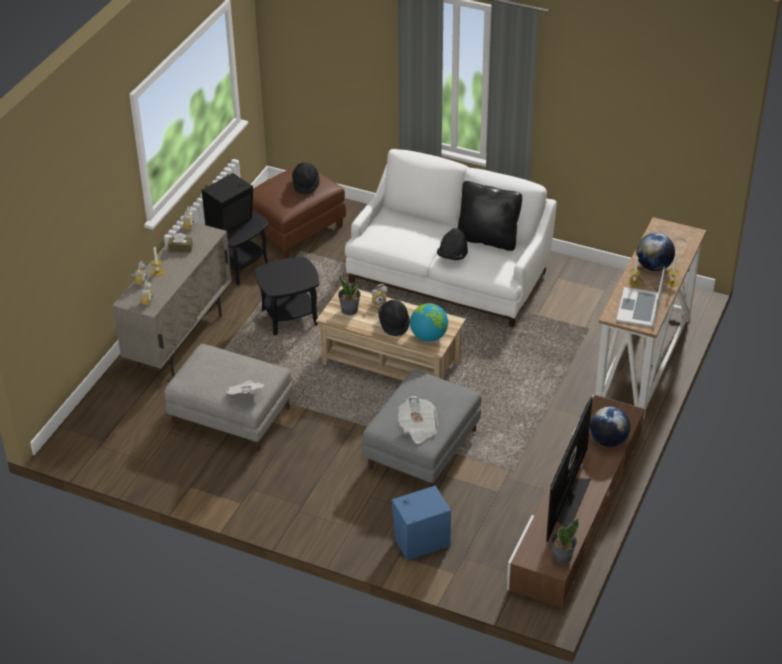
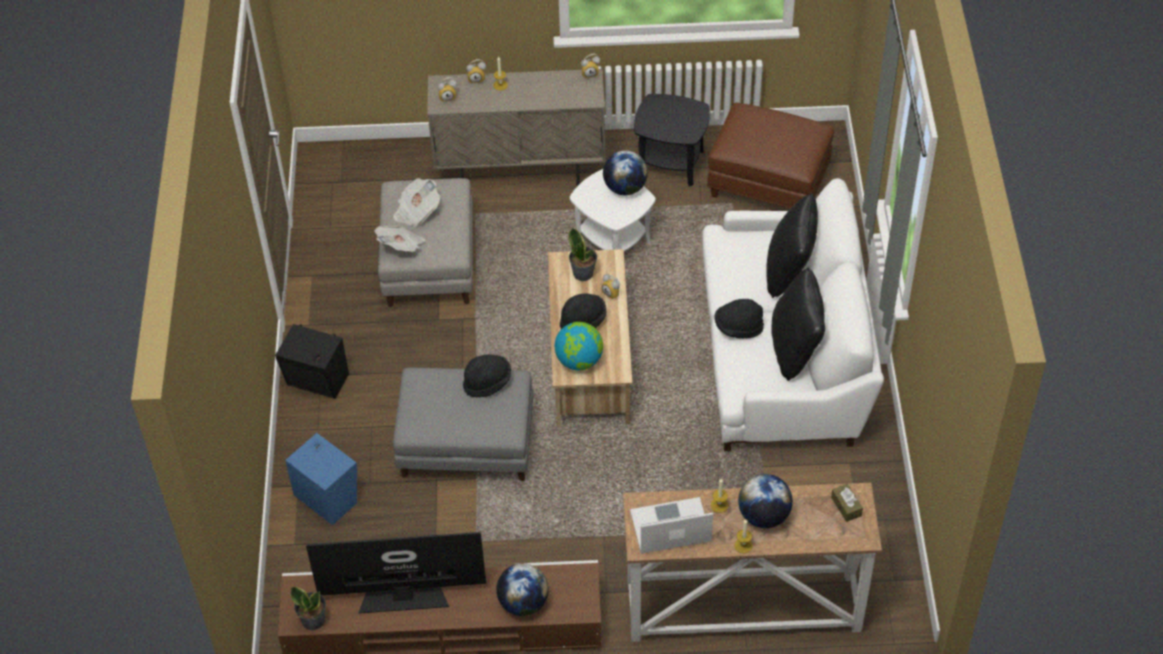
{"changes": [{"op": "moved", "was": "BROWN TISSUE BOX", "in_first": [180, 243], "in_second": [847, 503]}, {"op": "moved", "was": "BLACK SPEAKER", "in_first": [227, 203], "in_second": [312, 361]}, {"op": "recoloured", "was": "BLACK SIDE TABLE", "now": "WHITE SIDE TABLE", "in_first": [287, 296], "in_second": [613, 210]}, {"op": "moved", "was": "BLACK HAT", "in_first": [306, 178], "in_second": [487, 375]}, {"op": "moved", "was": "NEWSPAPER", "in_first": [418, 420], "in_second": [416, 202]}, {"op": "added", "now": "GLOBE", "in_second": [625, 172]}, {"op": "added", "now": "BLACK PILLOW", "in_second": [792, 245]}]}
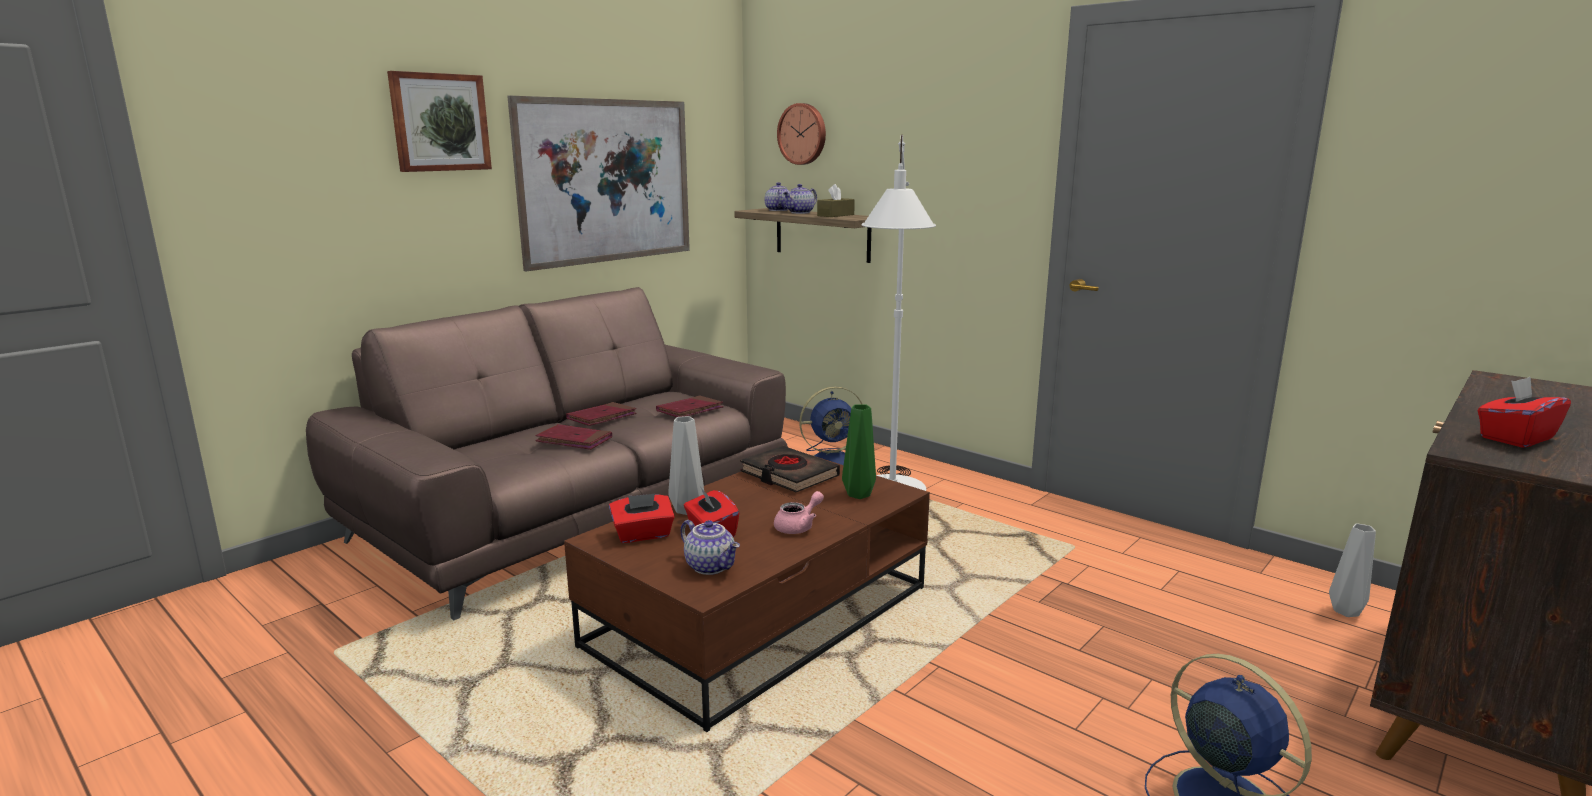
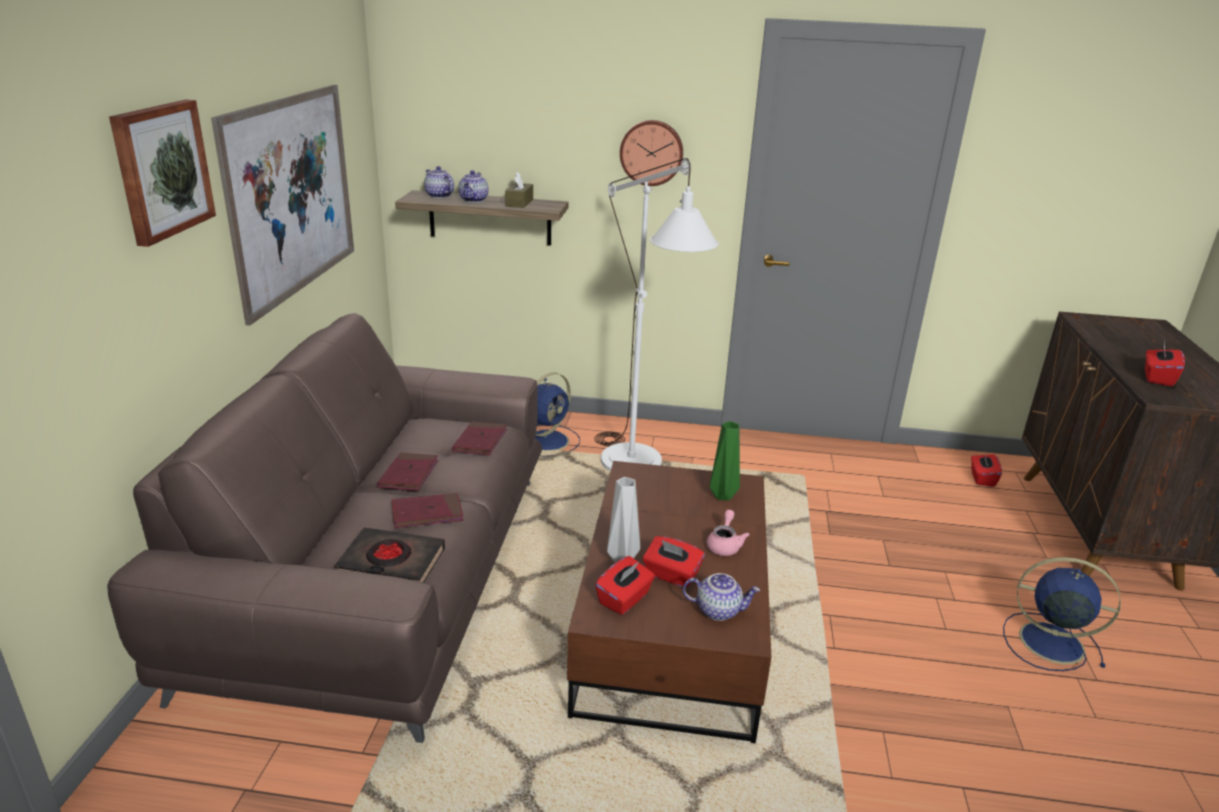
{"changes": [{"op": "moved", "was": "BLACK BOOK", "in_first": [790, 469], "in_second": [389, 555]}, {"op": "moved", "was": "WALL CLOCK", "in_first": [801, 134], "in_second": [651, 153]}, {"op": "replaced", "was": "GREY VASE", "now": "RED TISSUE BOX", "in_first": [1352, 570], "in_second": [986, 469]}]}
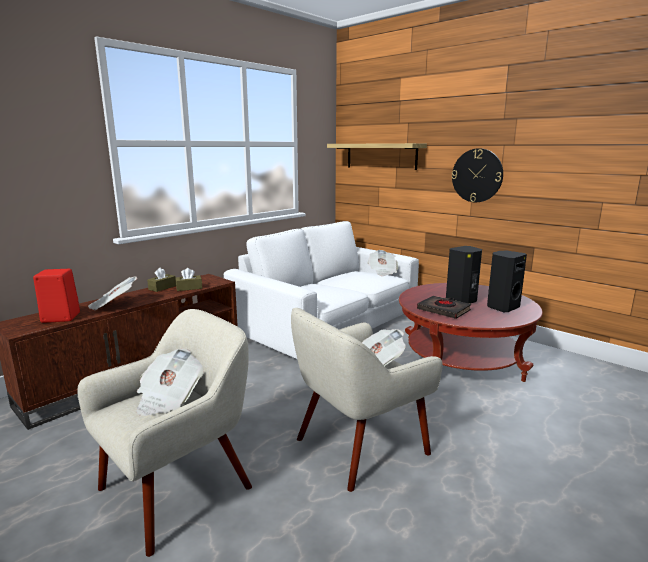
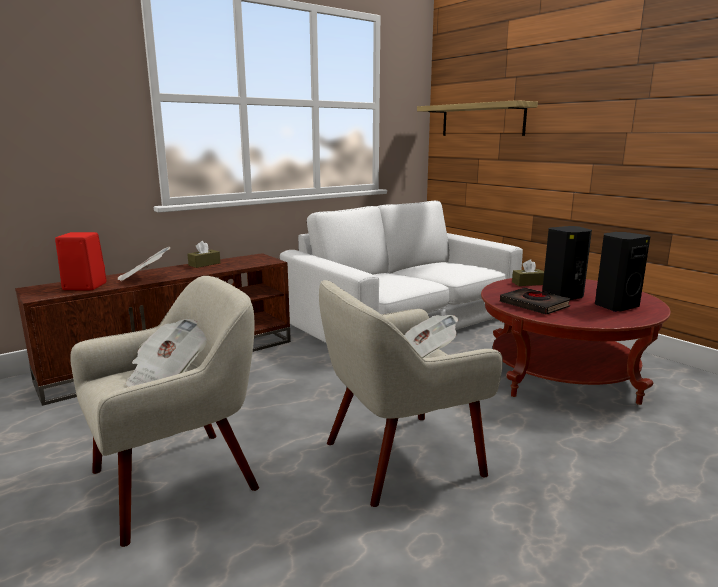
{"changes": [{"op": "moved", "was": "BROWN TISSUE BOX", "in_first": [188, 279], "in_second": [528, 272]}, {"op": "removed", "was": "NEWSPAPER", "in_first": [382, 263]}, {"op": "removed", "was": "WALL CLOCK", "in_first": [477, 175]}]}
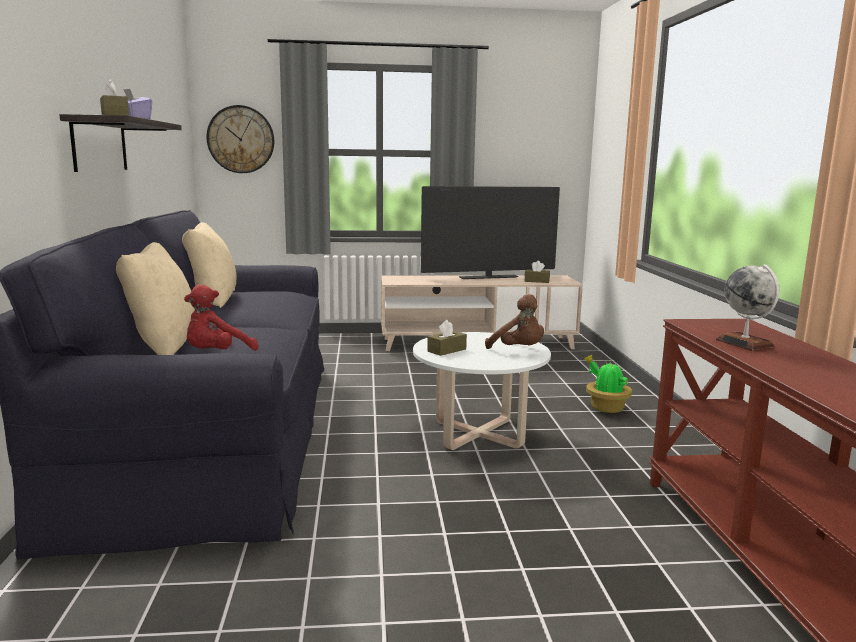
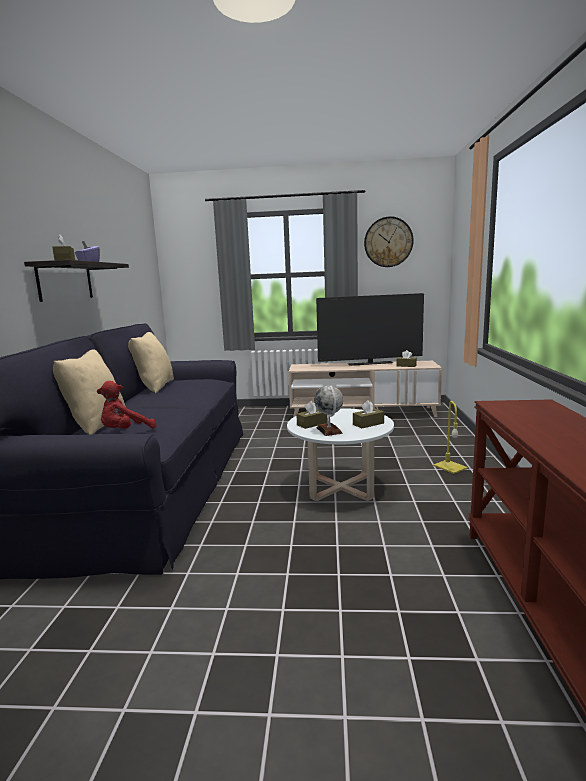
{"changes": [{"op": "moved", "was": "WALL CLOCK", "in_first": [240, 139], "in_second": [389, 241]}, {"op": "replaced", "was": "BROWN PLUSH TOY", "now": "BROWN TISSUE BOX", "in_first": [514, 321], "in_second": [368, 414]}, {"op": "replaced", "was": "POTTED PLANT", "now": "YELLOW TABLE LAMP", "in_first": [607, 384], "in_second": [450, 437]}, {"op": "moved", "was": "GLOBE", "in_first": [748, 307], "in_second": [328, 410]}]}
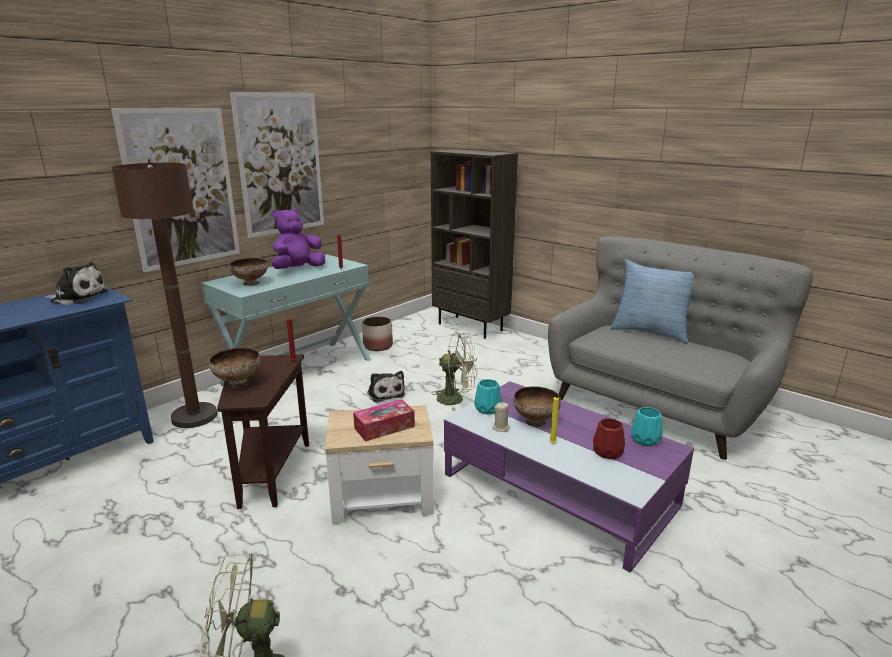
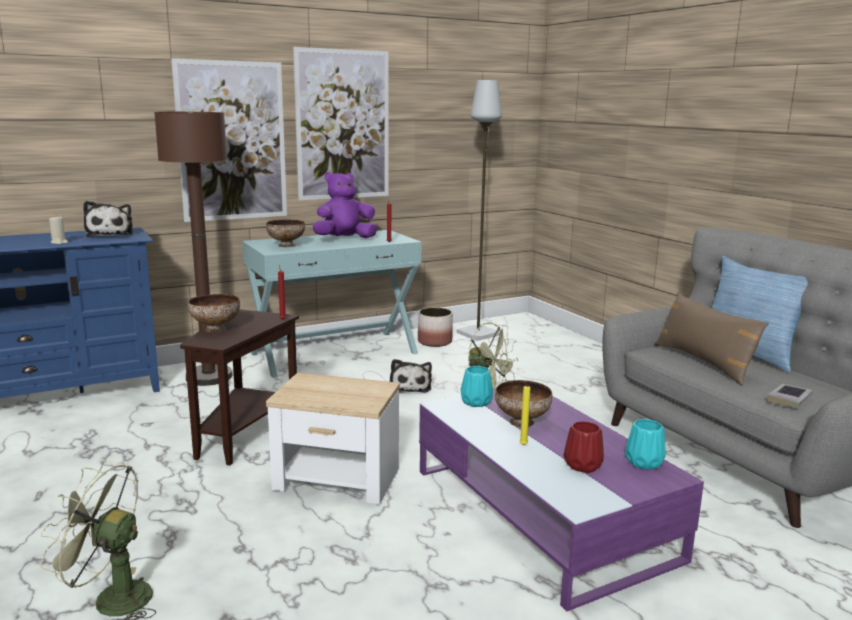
{"changes": [{"op": "turned", "was": "PLUSH TOY", "in_first": [76, 283], "in_second": [108, 219], "clockwise": 45}, {"op": "removed", "was": "TISSUE BOX", "in_first": [384, 420]}, {"op": "removed", "was": "BROWN BOOKCASE", "in_first": [474, 244]}, {"op": "moved", "was": "BEIGE CANDLE", "in_first": [501, 417], "in_second": [58, 230]}, {"op": "added", "now": "GREY FLOOR LAMP", "in_second": [479, 210]}, {"op": "added", "now": "BROWN PILLOW", "in_second": [712, 338]}, {"op": "added", "now": "BOOK", "in_second": [790, 396]}]}
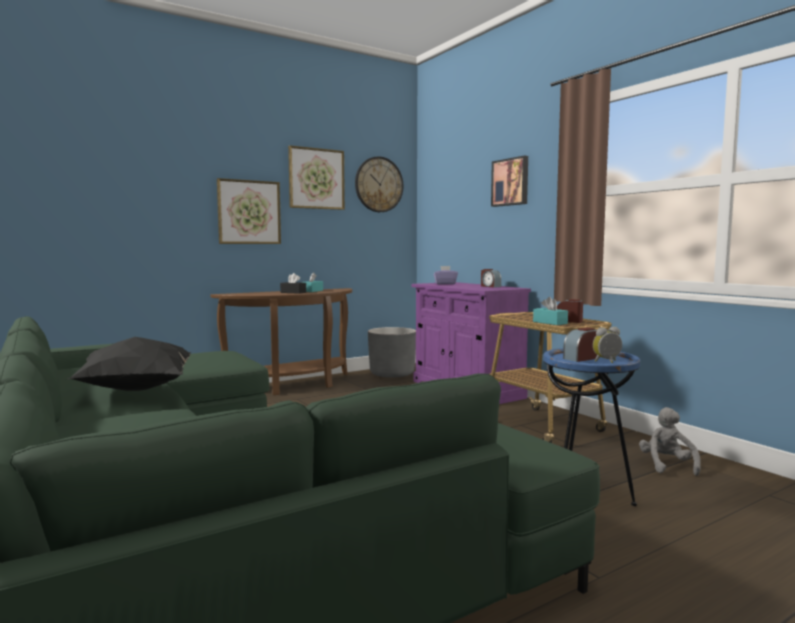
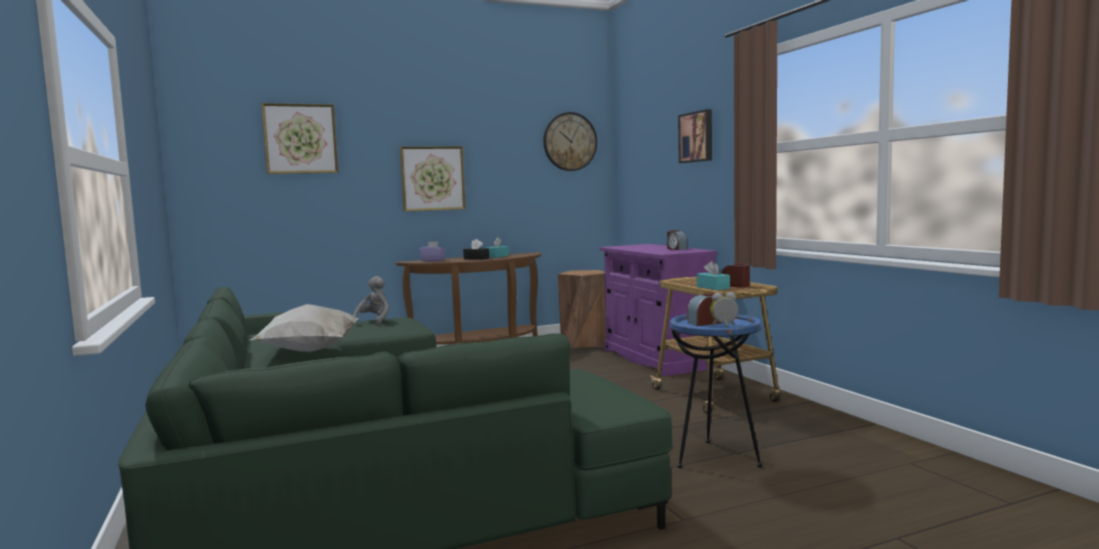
{"changes": [{"op": "recoloured", "was": "BLACK PILLOW", "now": "WHITE PILLOW", "in_first": [129, 364], "in_second": [304, 328]}, {"op": "moved", "was": "PICTURE", "in_first": [316, 177], "in_second": [300, 138]}, {"op": "replaced", "was": "GREY PLANTER", "now": "BROWN STOOL", "in_first": [392, 352], "in_second": [582, 309]}, {"op": "moved", "was": "PURPLE TISSUE BOX", "in_first": [446, 275], "in_second": [432, 251]}, {"op": "moved", "was": "GREY PLUSH TOY", "in_first": [670, 441], "in_second": [371, 301]}]}
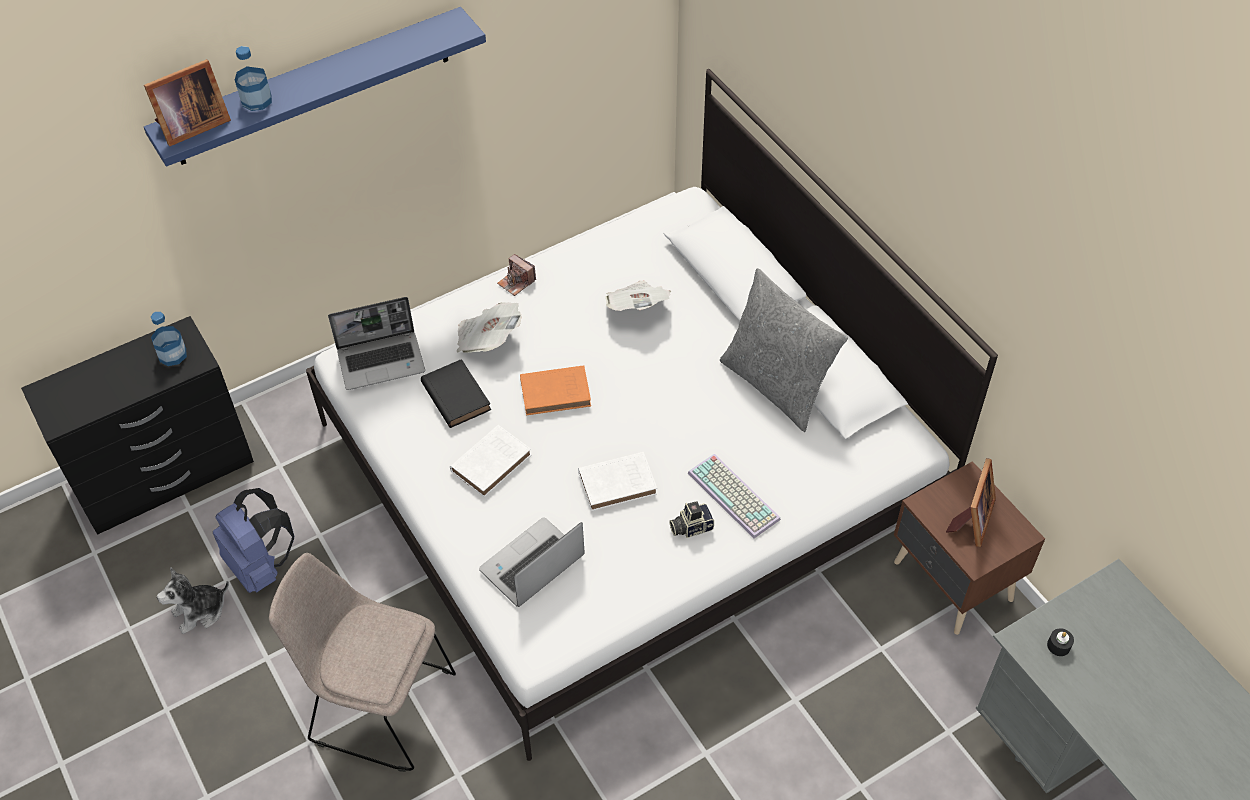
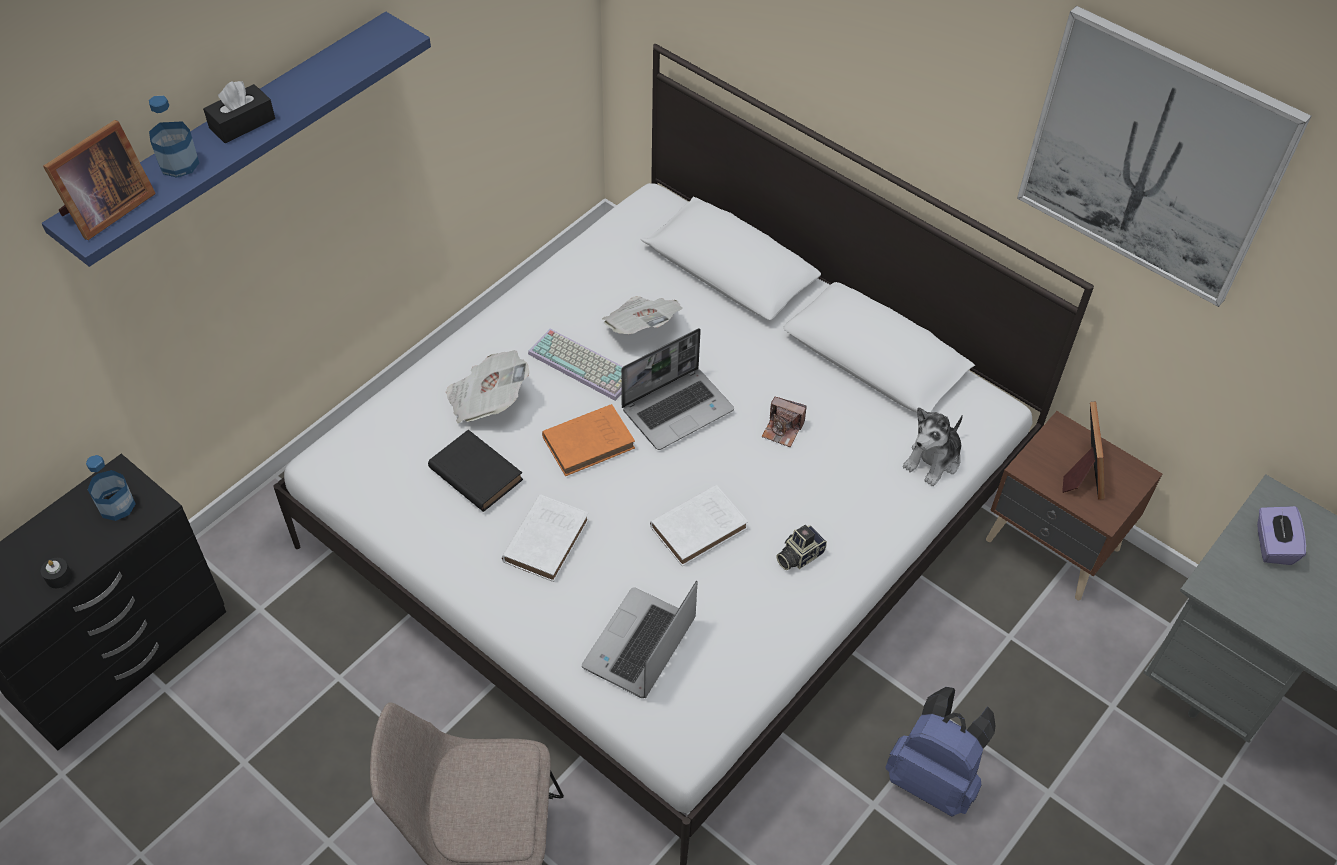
{"changes": [{"op": "moved", "was": "PLUSH TOY", "in_first": [193, 600], "in_second": [933, 446]}, {"op": "moved", "was": "BLUE BACKPACK", "in_first": [253, 540], "in_second": [940, 751]}, {"op": "moved", "was": "LAPTOP", "in_first": [376, 343], "in_second": [677, 389]}, {"op": "moved", "was": "PHOTO CAMERA", "in_first": [516, 275], "in_second": [784, 422]}, {"op": "moved", "was": "KEYBOARD", "in_first": [734, 496], "in_second": [575, 365]}, {"op": "removed", "was": "GREY PILLOW", "in_first": [784, 350]}, {"op": "moved", "was": "BLACK CANDLE", "in_first": [1060, 642], "in_second": [56, 573]}, {"op": "added", "now": "BLACK TISSUE BOX", "in_second": [239, 112]}, {"op": "added", "now": "PICTURE", "in_second": [1164, 156]}, {"op": "added", "now": "PURPLE TISSUE BOX", "in_second": [1281, 535]}]}
